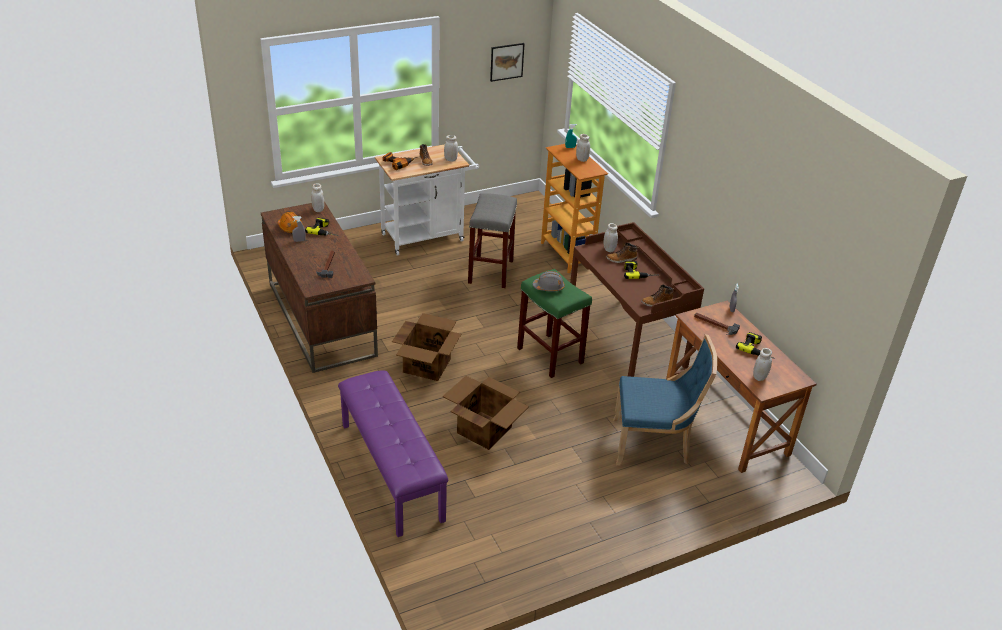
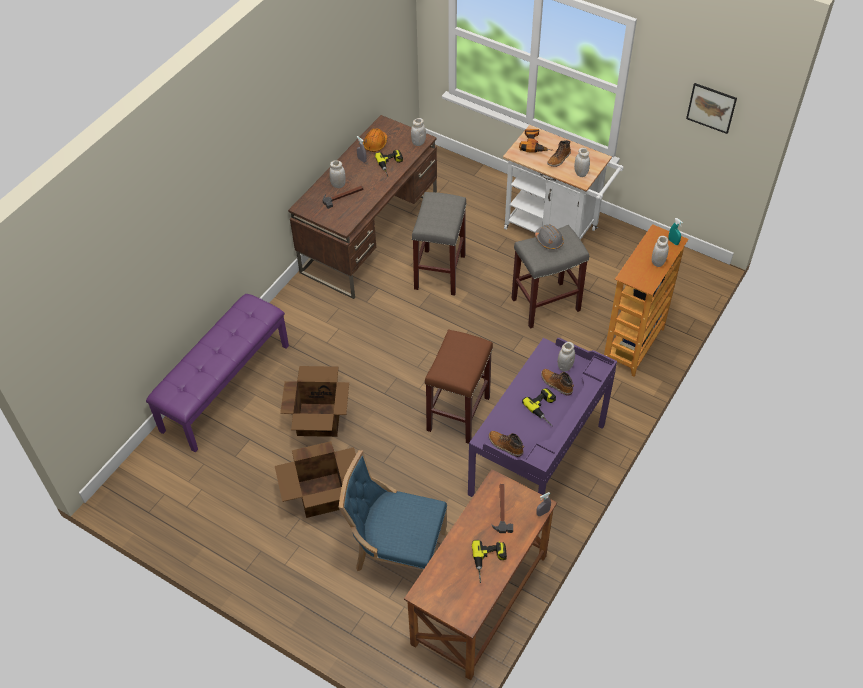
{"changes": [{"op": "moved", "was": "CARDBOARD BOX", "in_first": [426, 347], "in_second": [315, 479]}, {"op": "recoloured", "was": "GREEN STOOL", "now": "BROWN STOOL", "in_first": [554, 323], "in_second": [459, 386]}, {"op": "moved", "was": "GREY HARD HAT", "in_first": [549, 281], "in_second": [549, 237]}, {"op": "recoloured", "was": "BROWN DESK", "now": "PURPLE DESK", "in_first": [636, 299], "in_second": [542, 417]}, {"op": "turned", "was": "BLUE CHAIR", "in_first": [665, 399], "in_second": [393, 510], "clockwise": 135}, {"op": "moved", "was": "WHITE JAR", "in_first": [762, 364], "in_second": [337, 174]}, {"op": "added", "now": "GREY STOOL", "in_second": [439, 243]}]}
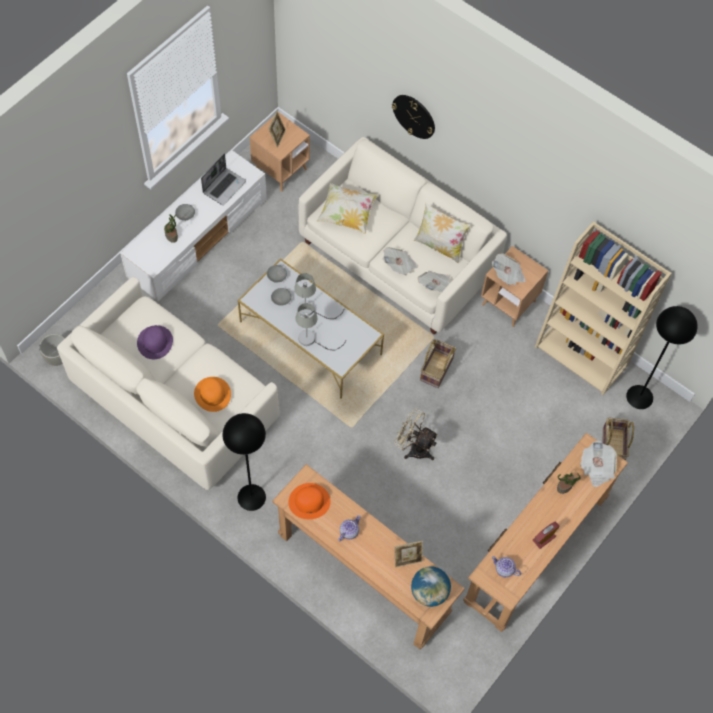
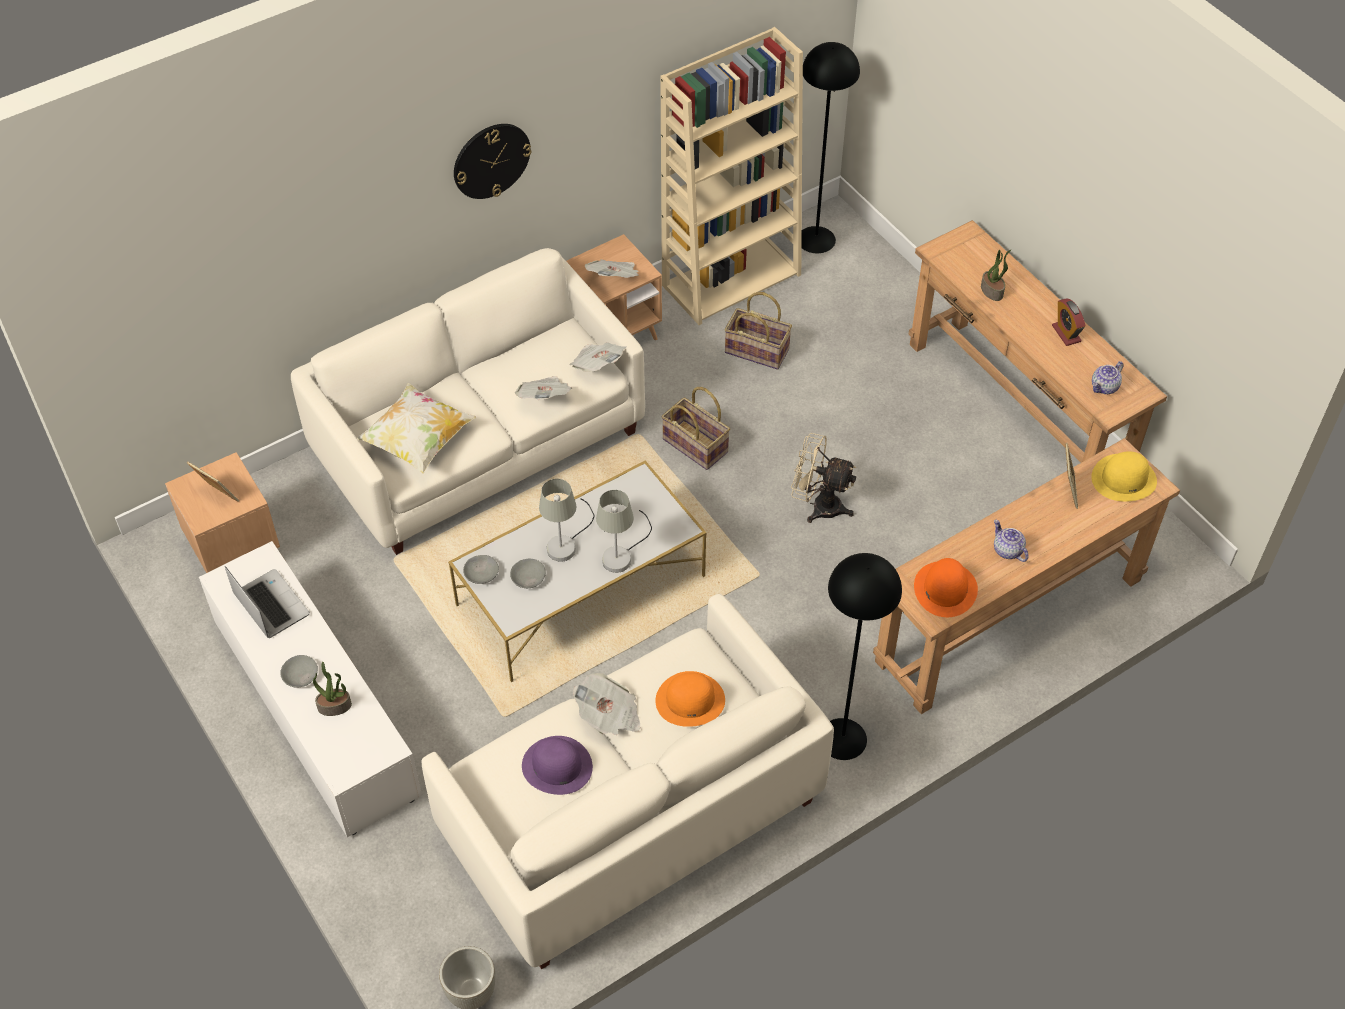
{"changes": [{"op": "moved", "was": "WALL CLOCK", "in_first": [413, 117], "in_second": [493, 161]}, {"op": "turned", "was": "BEIGE FAN", "in_first": [416, 434], "in_second": [823, 478], "clockwise": 60}, {"op": "replaced", "was": "GLOBE", "now": "YELLOW HAT", "in_first": [431, 586], "in_second": [1124, 476]}, {"op": "removed", "was": "PILLOW", "in_first": [442, 233]}, {"op": "moved", "was": "NEWSPAPER", "in_first": [598, 464], "in_second": [607, 704]}, {"op": "moved", "was": "BASKET", "in_first": [618, 438], "in_second": [758, 331]}]}
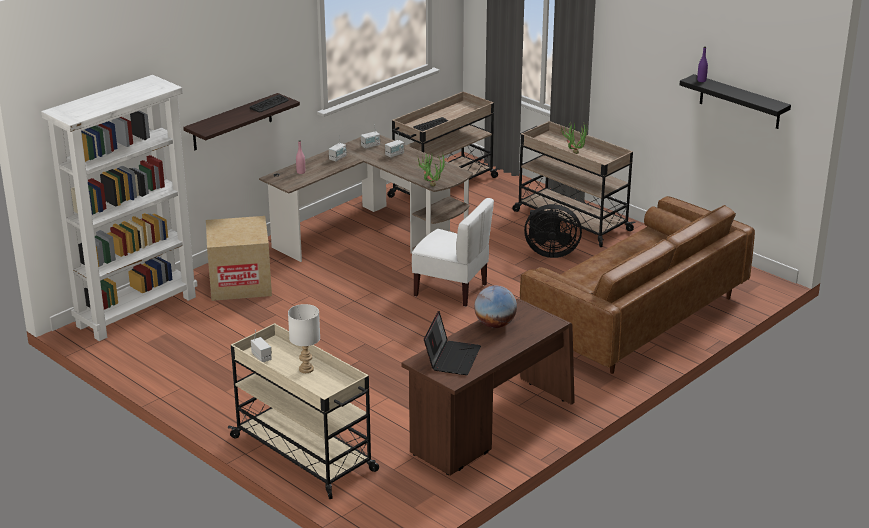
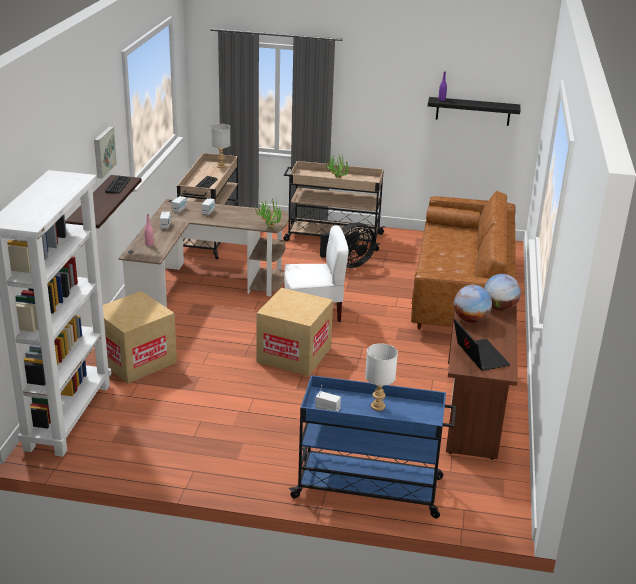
{"changes": [{"op": "recoloured", "was": "BEIGE CART", "now": "BLUE CART", "in_first": [303, 411], "in_second": [372, 446]}, {"op": "added", "now": "PICTURE", "in_second": [105, 152]}, {"op": "added", "now": "GREY TABLE LAMP", "in_second": [220, 146]}, {"op": "added", "now": "CARDBOARD BOX", "in_second": [295, 332]}, {"op": "added", "now": "GLOBE", "in_second": [502, 292]}]}
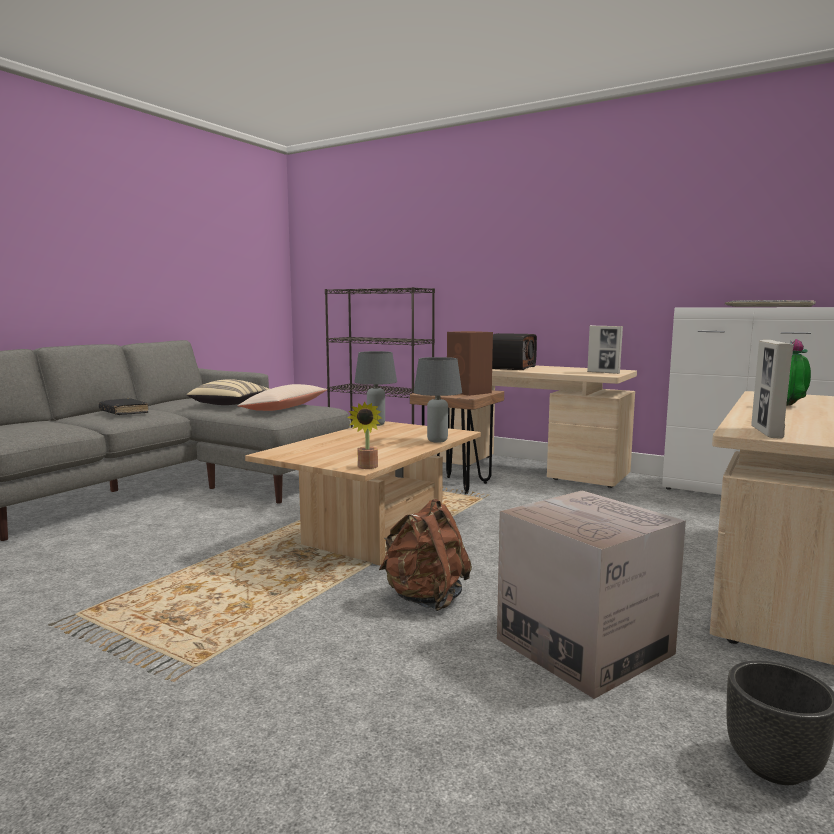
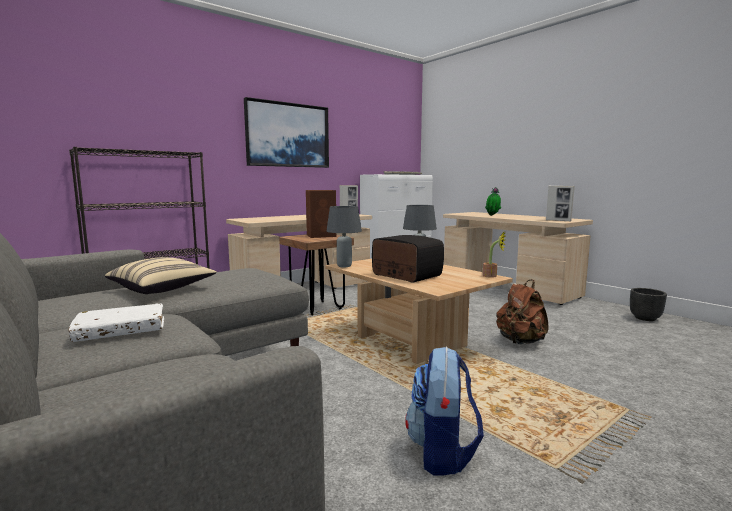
{"changes": [{"op": "recoloured", "was": "BLACK BOOK", "now": "WHITE BOOK", "in_first": [124, 406], "in_second": [116, 322]}, {"op": "removed", "was": "BEIGE PILLOW", "in_first": [282, 397]}, {"op": "moved", "was": "RADIO", "in_first": [514, 351], "in_second": [408, 259]}, {"op": "removed", "was": "CARDBOARD BOX", "in_first": [591, 594]}, {"op": "added", "now": "PICTURE", "in_second": [286, 132]}, {"op": "added", "now": "BACKPACK", "in_second": [444, 411]}]}
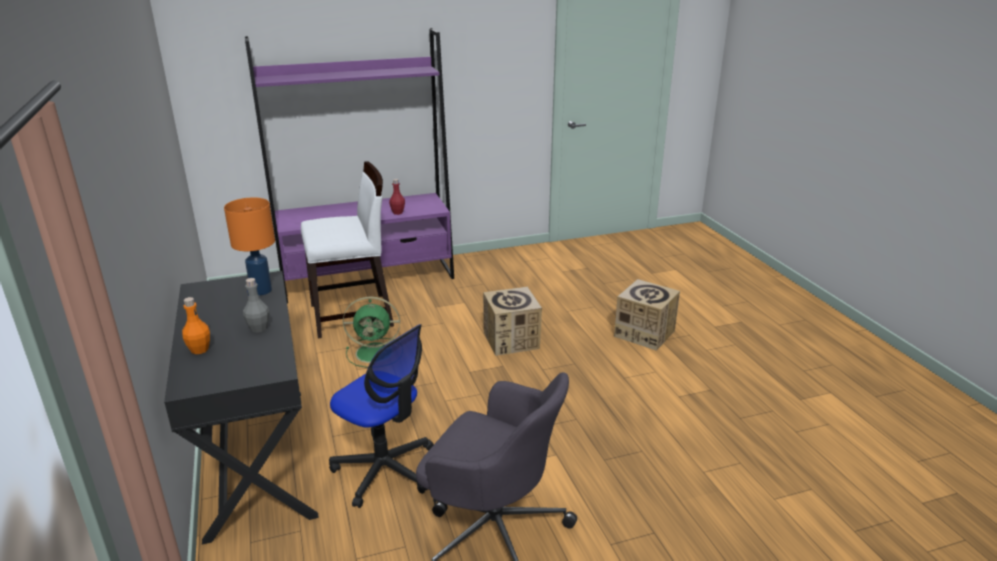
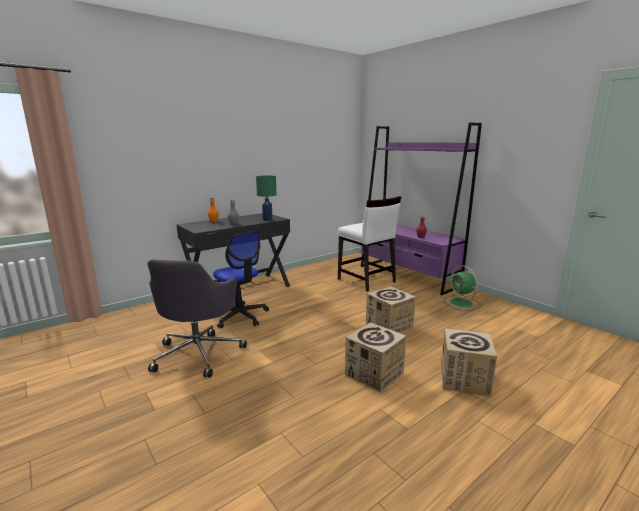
{"changes": [{"op": "recoloured", "was": "ORANGE TABLE LAMP", "now": "GREEN TABLE LAMP", "in_first": [249, 247], "in_second": [266, 198]}, {"op": "turned", "was": "OFFICE CHAIR", "in_first": [381, 416], "in_second": [241, 279], "clockwise": -60}, {"op": "moved", "was": "GREEN FAN", "in_first": [371, 332], "in_second": [462, 288]}, {"op": "added", "now": "CARDBOARD BOX", "in_second": [375, 357]}]}
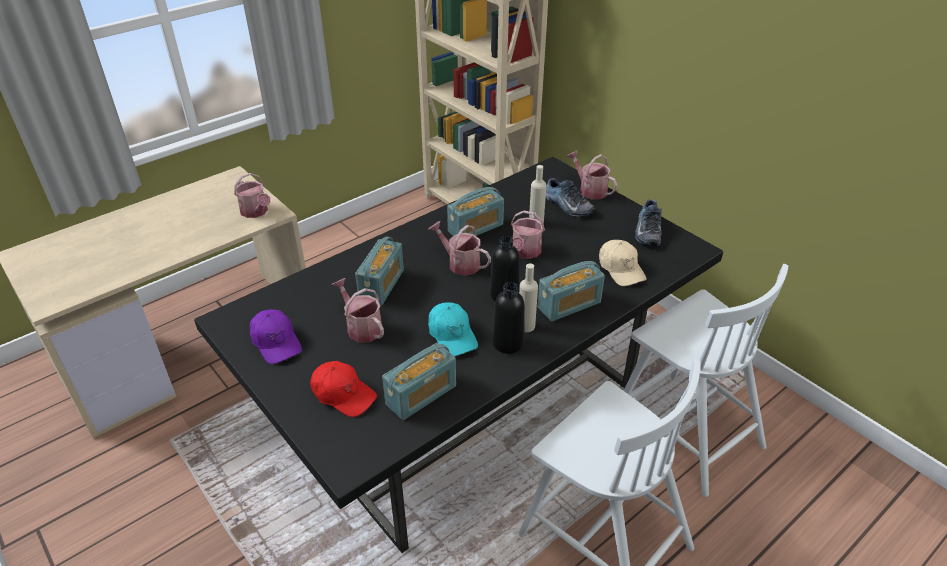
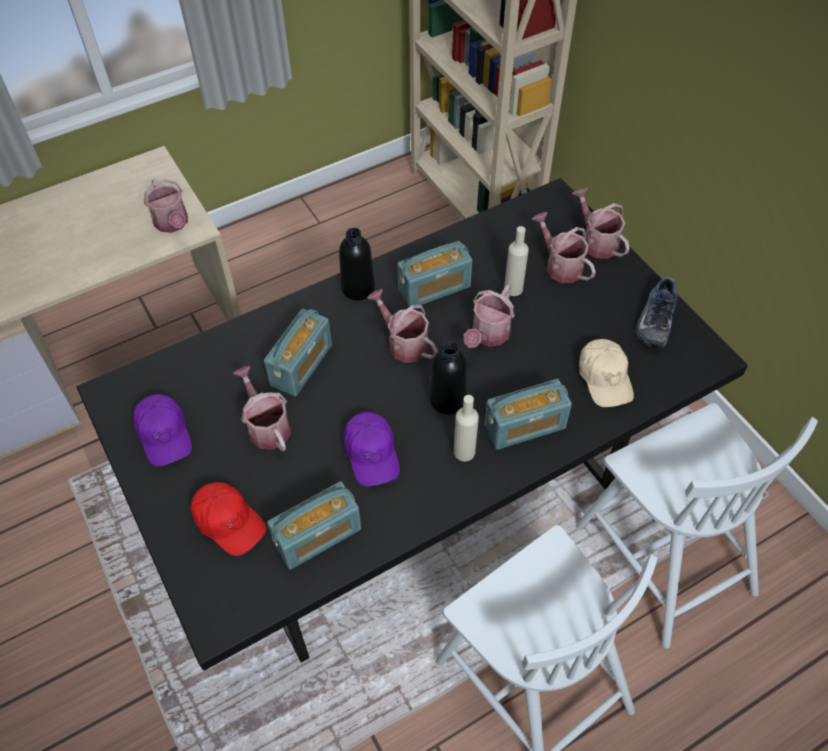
{"changes": [{"op": "recoloured", "was": "TURQUOISE CAP", "now": "PURPLE CAP", "in_first": [453, 329], "in_second": [372, 449]}, {"op": "moved", "was": "BLACK BOTTLE", "in_first": [508, 318], "in_second": [357, 264]}, {"op": "replaced", "was": "SHOE", "now": "WATERING CAN", "in_first": [571, 197], "in_second": [564, 247]}]}
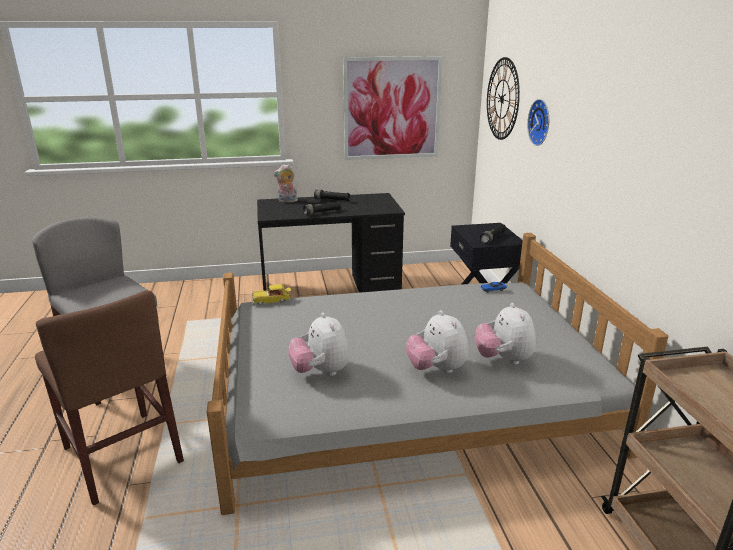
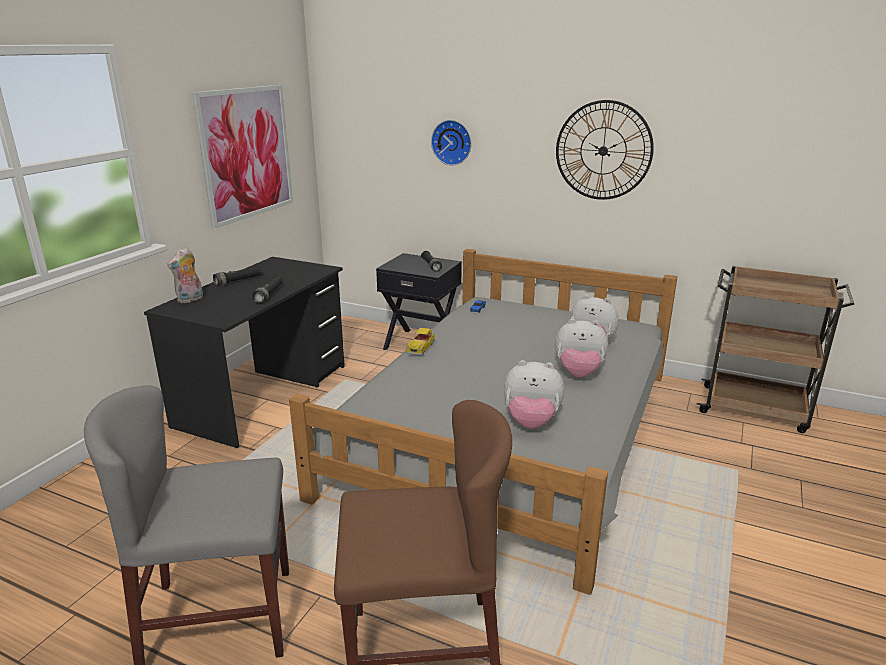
{"changes": [{"op": "moved", "was": "TOY CAR", "in_first": [271, 294], "in_second": [420, 341]}, {"op": "moved", "was": "WALL CLOCK", "in_first": [503, 98], "in_second": [605, 150]}]}
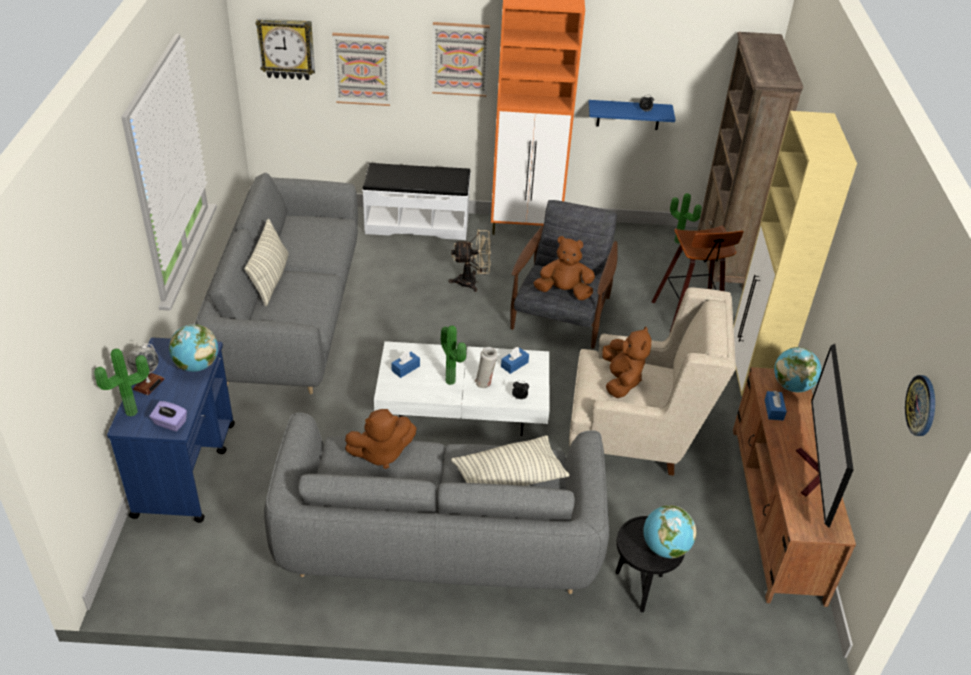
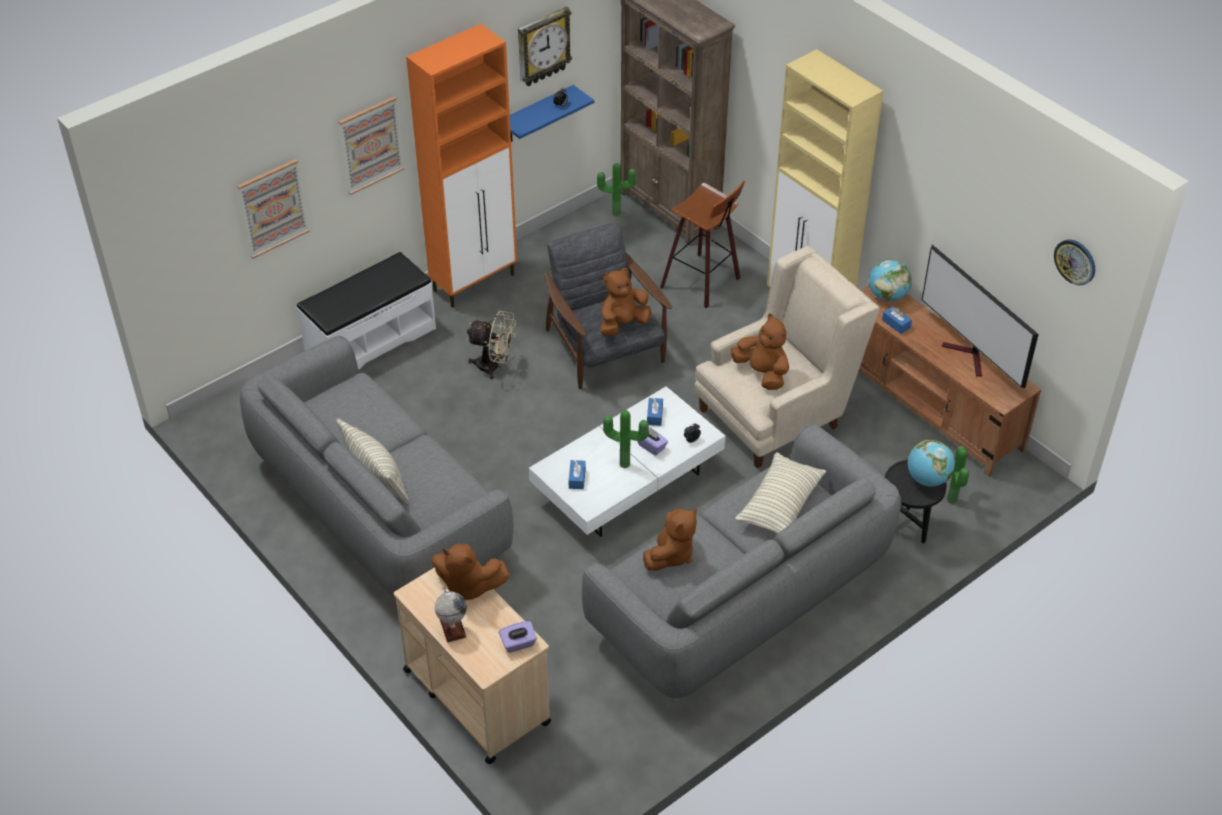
{"changes": [{"op": "moved", "was": "POTTED PLANT", "in_first": [121, 382], "in_second": [958, 475]}, {"op": "recoloured", "was": "BLUE CART", "now": "BEIGE CART", "in_first": [171, 430], "in_second": [472, 665]}, {"op": "replaced", "was": "GLOBE", "now": "BROWN PLUSH TOY", "in_first": [193, 348], "in_second": [470, 572]}, {"op": "moved", "was": "WALL CLOCK", "in_first": [285, 49], "in_second": [545, 46]}, {"op": "turned", "was": "BEIGE FAN", "in_first": [470, 260], "in_second": [491, 345], "clockwise": 60}, {"op": "replaced", "was": "WHITE VASE", "now": "PURPLE TISSUE BOX", "in_first": [486, 367], "in_second": [652, 441]}]}
